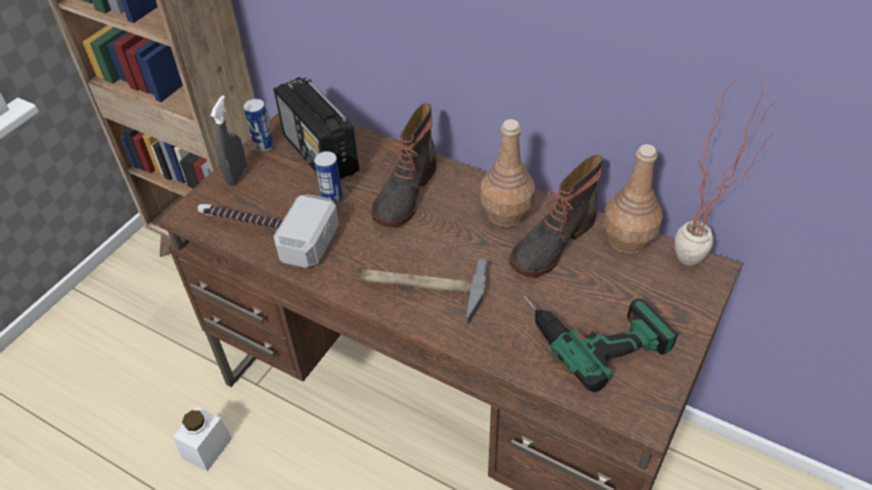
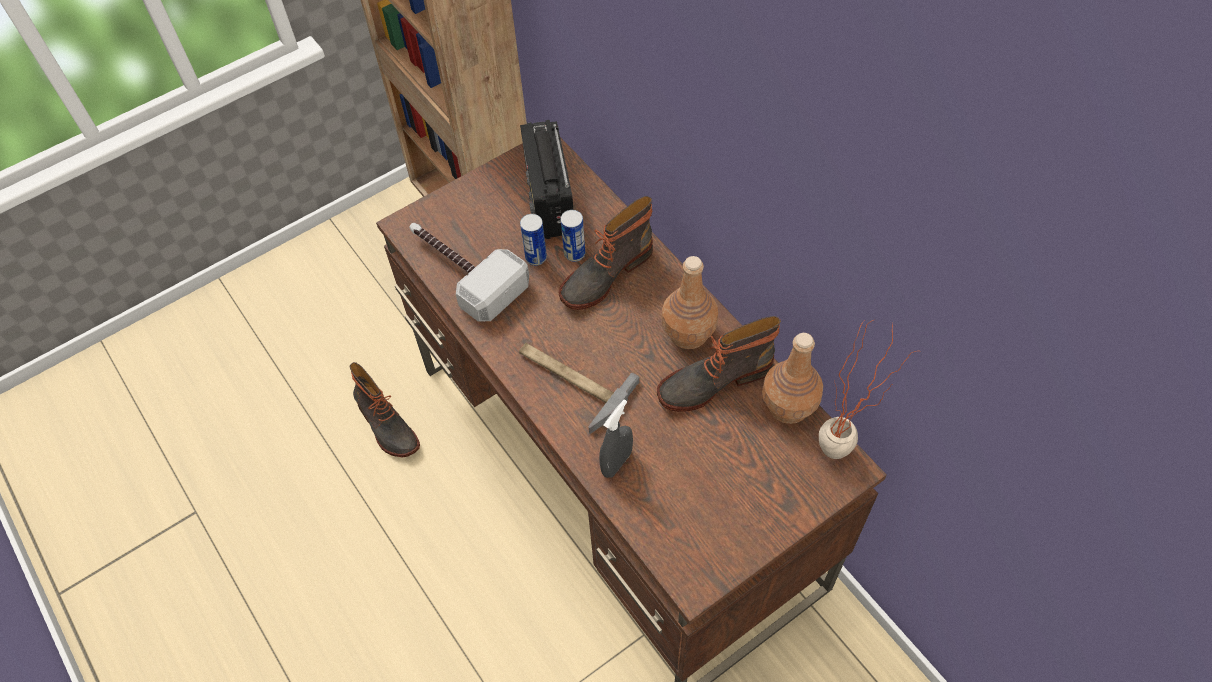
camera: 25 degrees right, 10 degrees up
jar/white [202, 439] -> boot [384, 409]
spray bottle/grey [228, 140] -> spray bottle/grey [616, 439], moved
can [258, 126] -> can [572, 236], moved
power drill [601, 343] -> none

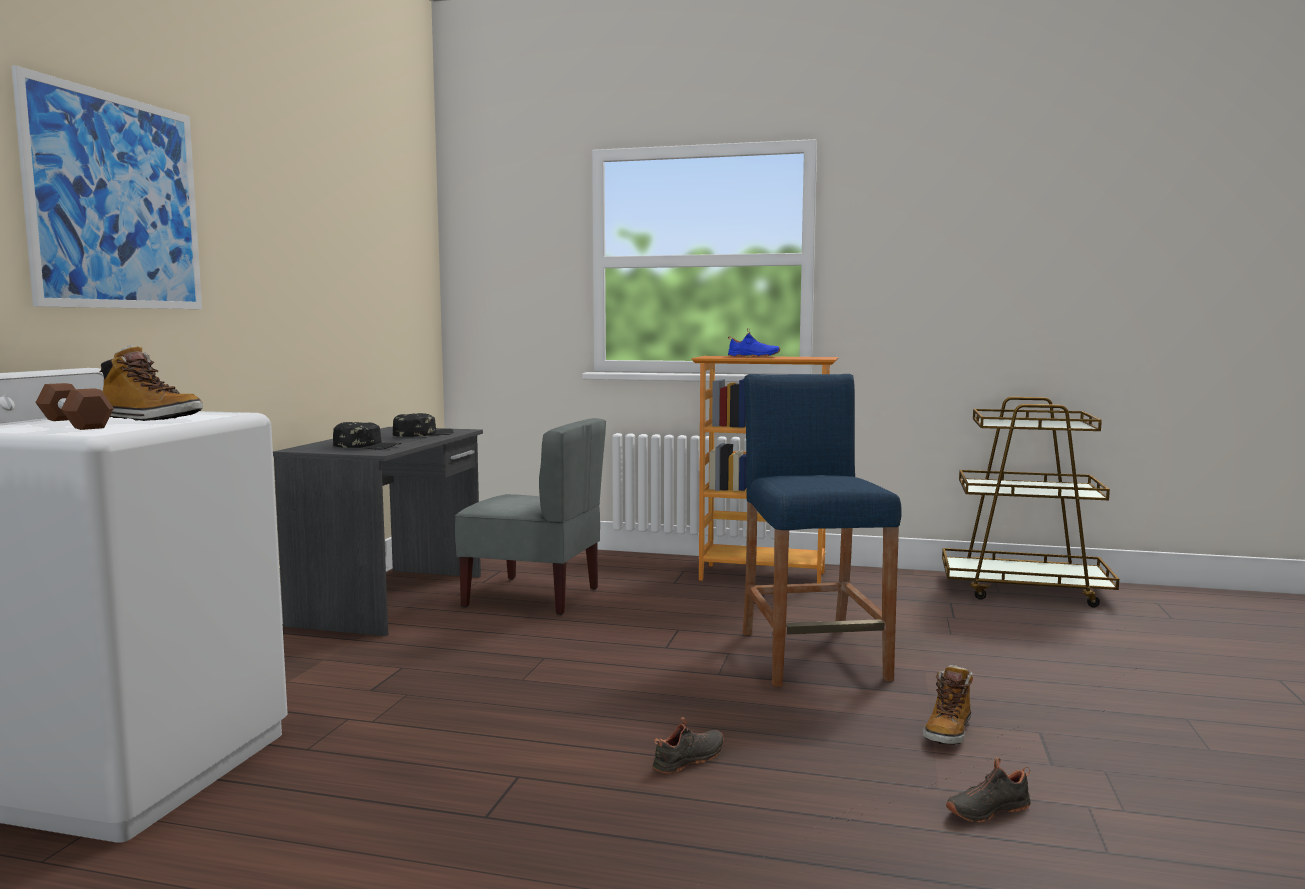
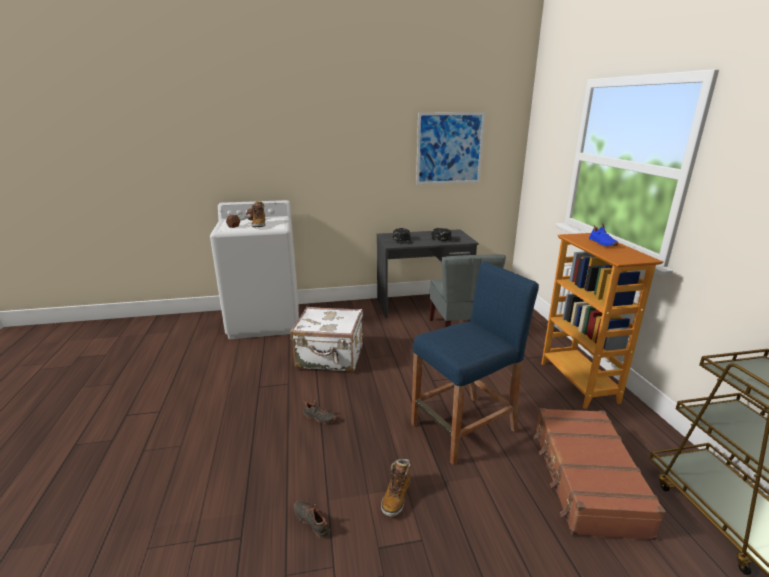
camera: 65 degrees right, 15 degrees up
picture [107, 187] -> picture [450, 148], moved
boot [948, 705] -> boot [396, 487], 75 degrees counterclockwise
none -> suitcase/white [326, 339]
none -> suitcase/brown [599, 474]

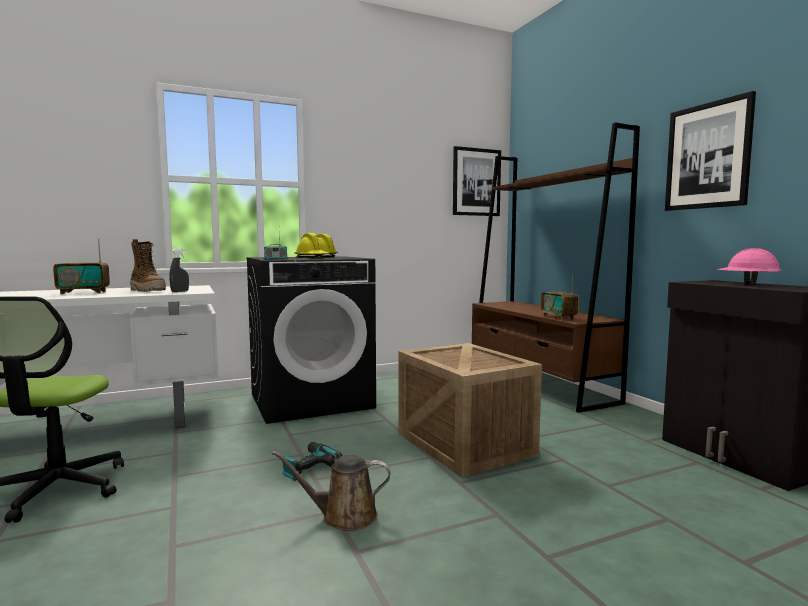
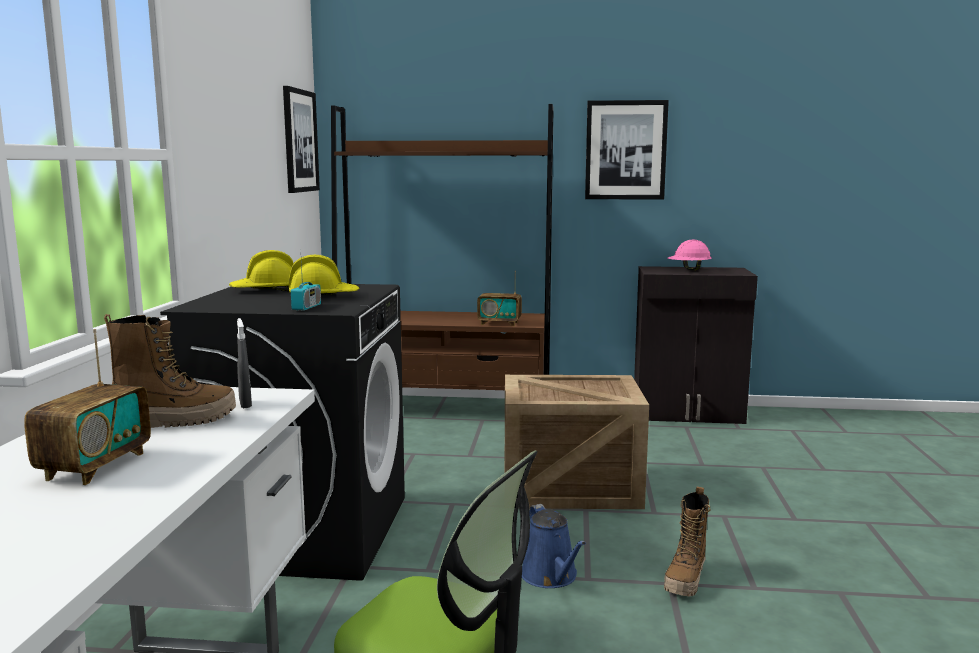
camera: 60 degrees left, 5 degrees up
watering can/brown [331, 491] -> boot [687, 542]
power drill [312, 461] -> watering can/blue [554, 546]

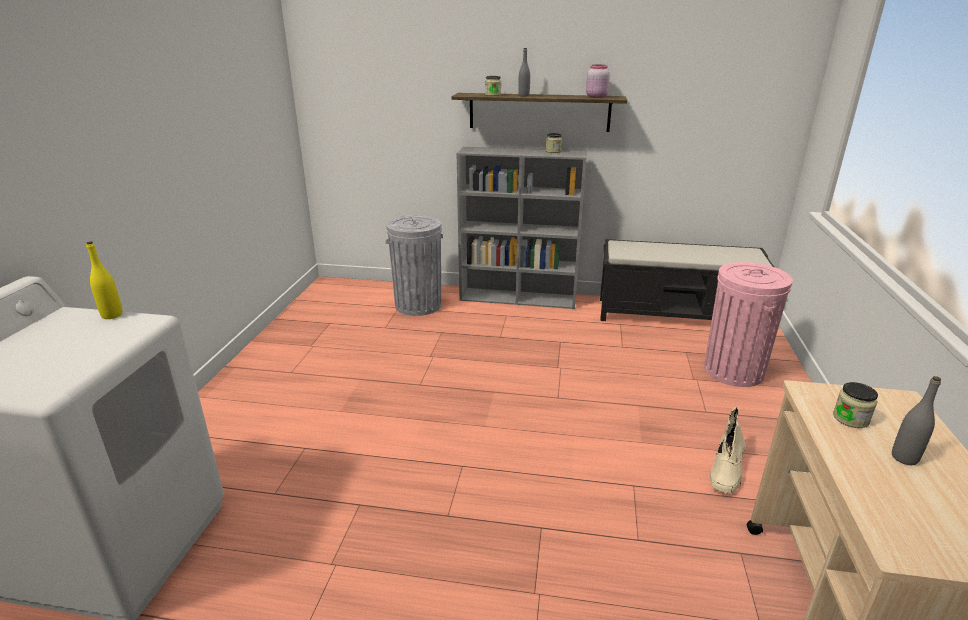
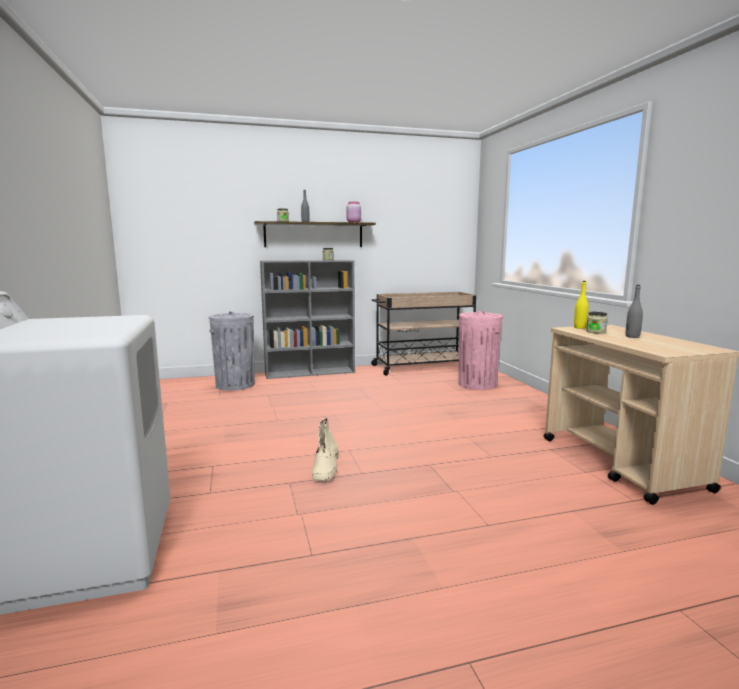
camera: 25 degrees left, 15 degrees down
bottle/yellow [104, 280] -> bottle/yellow [581, 305], moved
bench/black [687, 280] -> cart/beige [423, 334]
boot/beige [727, 450] -> boot/beige [325, 449], moved

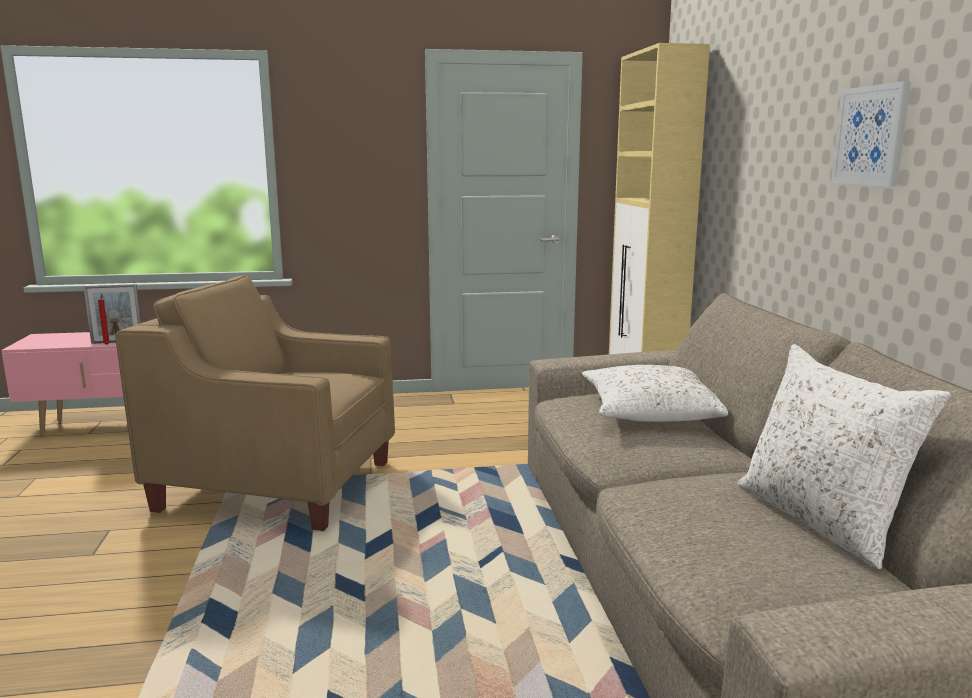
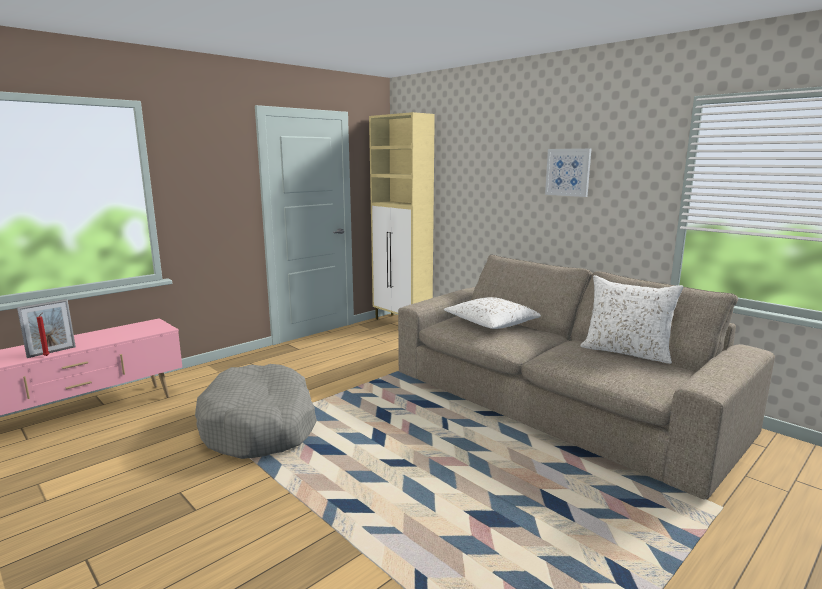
camera: 35 degrees left, 0 degrees up
armchair/beige [255, 403] -> dog bed/grey [256, 411]

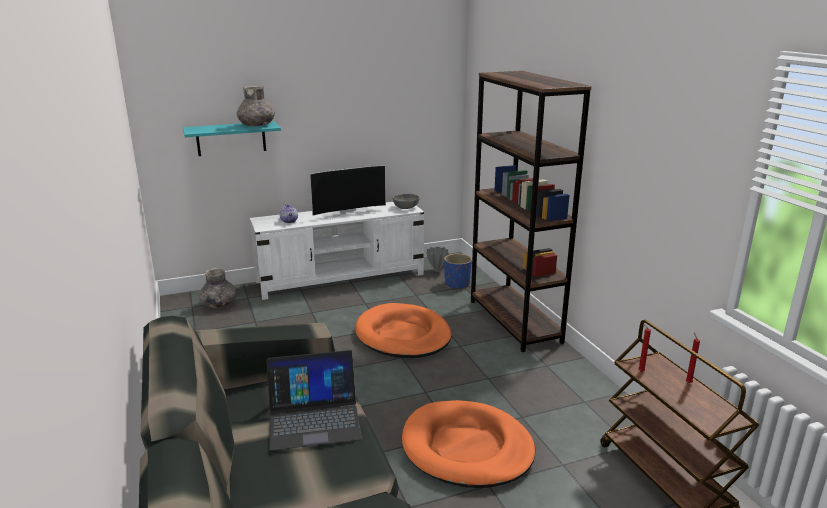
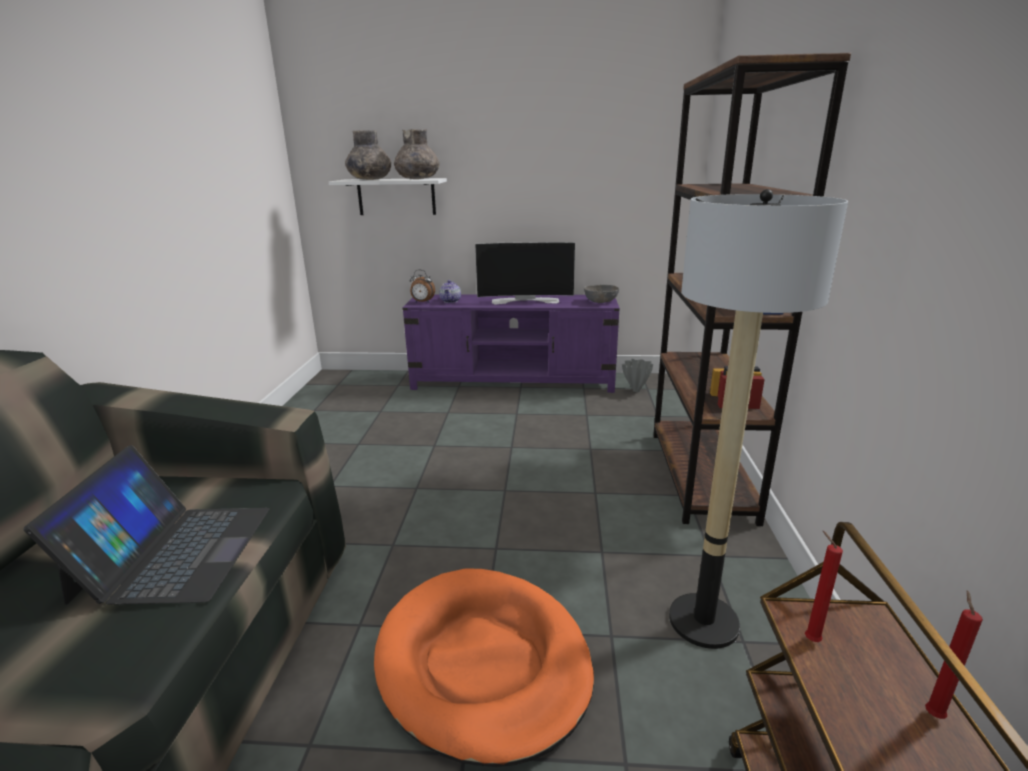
camera: 25 degrees right, 0 degrees up
shelf/turquoise [232, 138] -> shelf/white [388, 196]
vase/grey [218, 288] -> vase/grey [368, 155], moved
tv stand/white [336, 251] -> tv stand/purple [511, 344]
laptop [314, 400] -> laptop [147, 525], 105 degrees counterclockwise
dog bed/orange [403, 330] -> none
planter/blue [458, 271] -> none
none -> alarm clock [422, 286]
none -> floor lamp [758, 419]

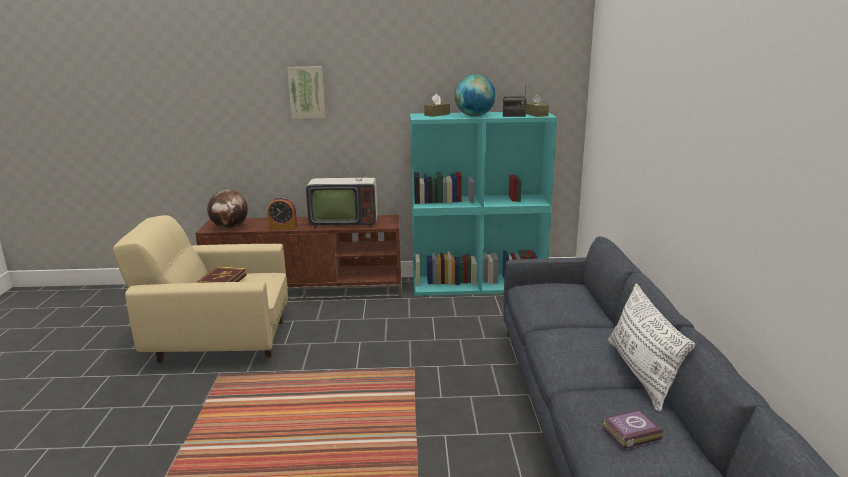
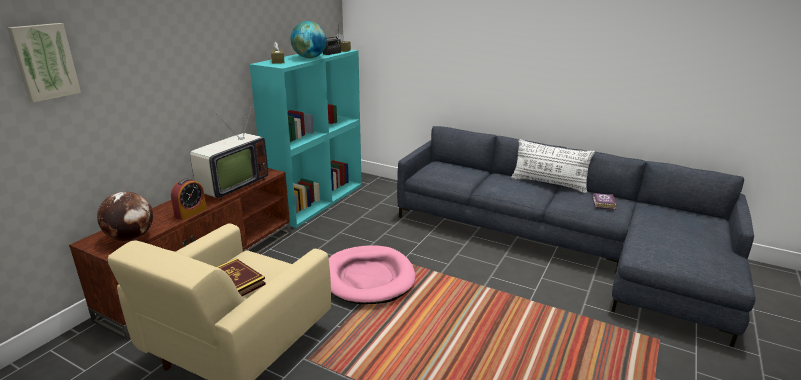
camera: 60 degrees left, 5 degrees up
picture [306, 92] -> picture [44, 63], moved
none -> dog bed/pink [372, 274]

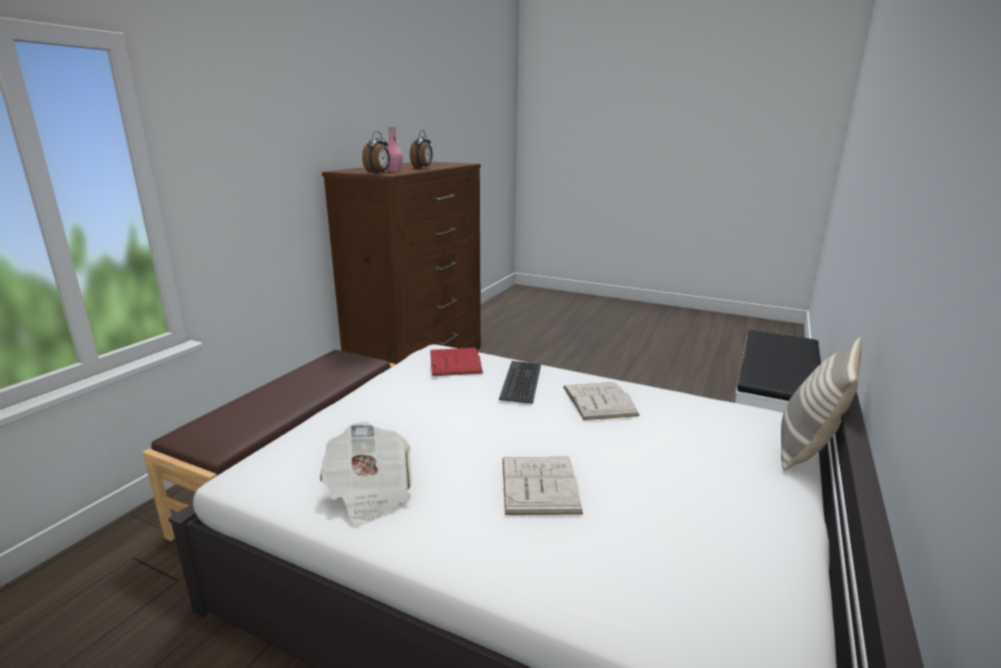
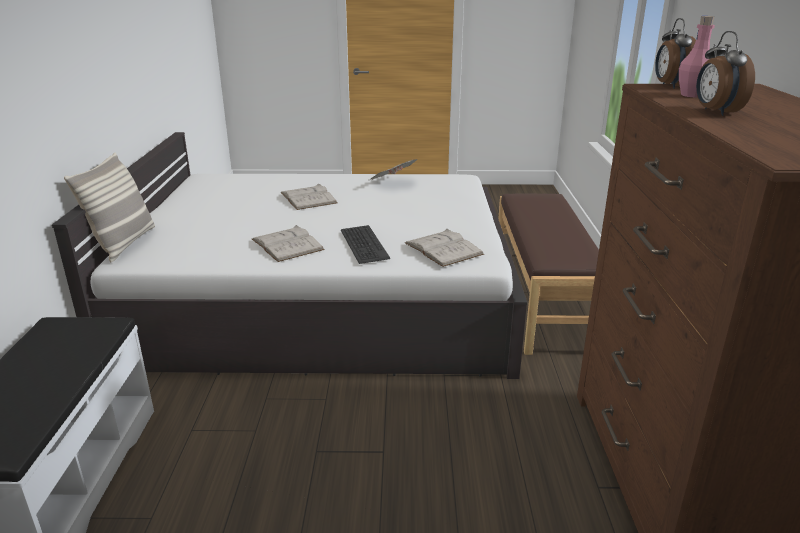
camera: 155 degrees right, 5 degrees up
book/red [456, 362] -> book/white [444, 248]

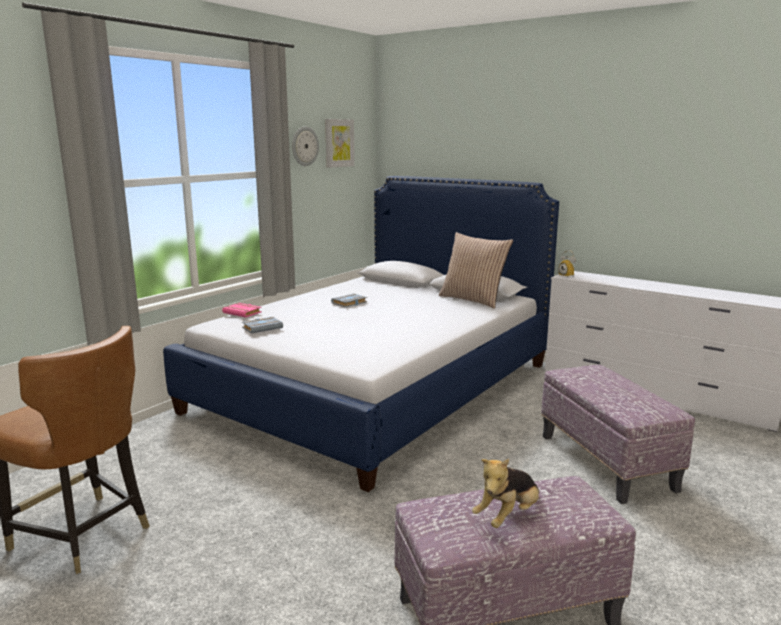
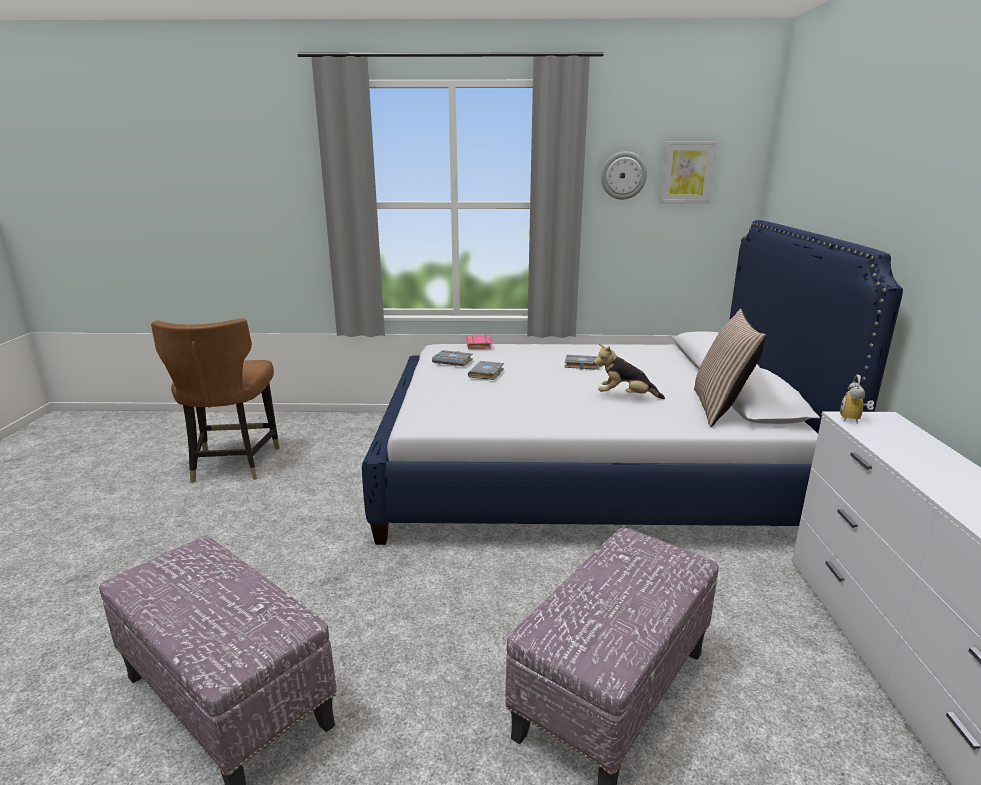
camera: 55 degrees right, 5 degrees up
plush toy [505, 493] -> plush toy [629, 371], moved
none -> book/grey [486, 370]

